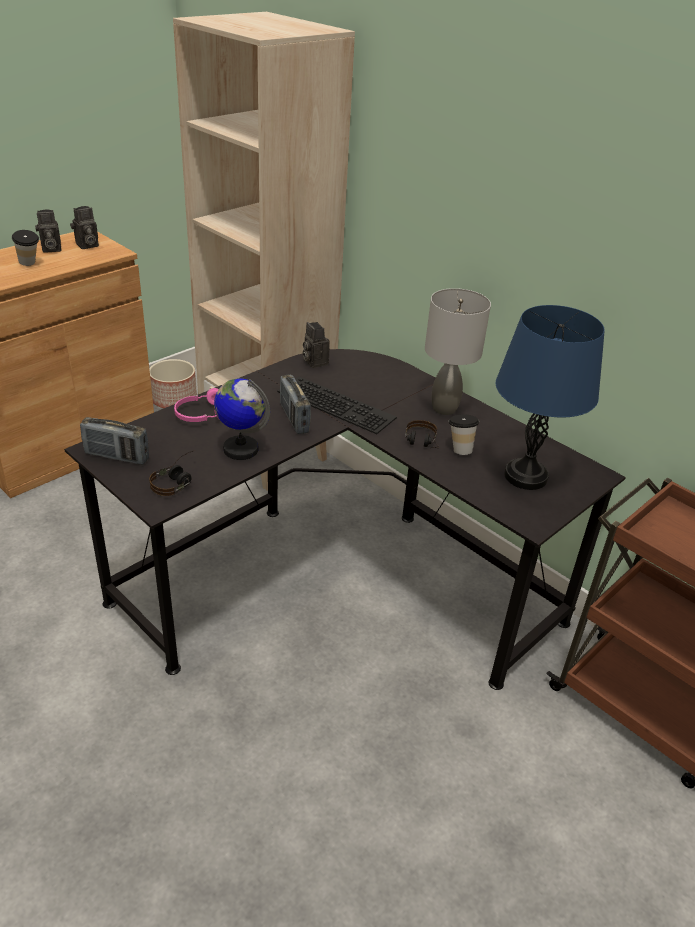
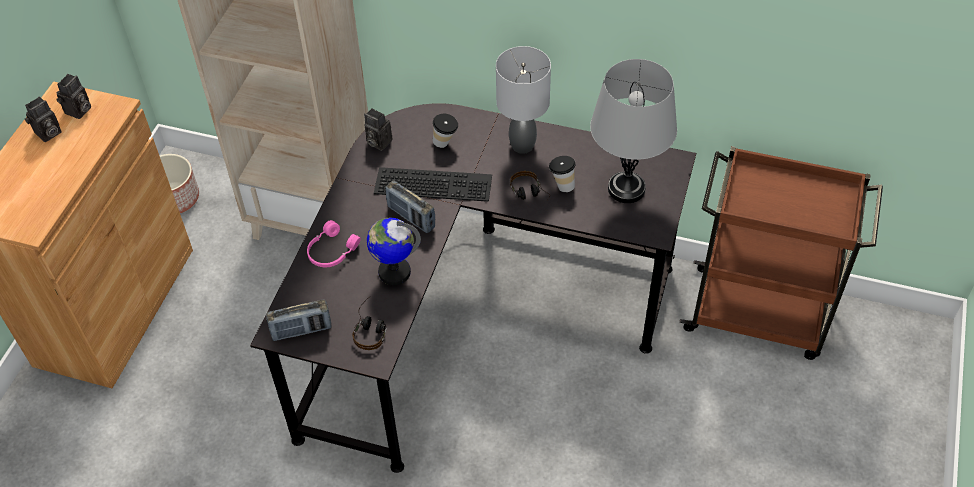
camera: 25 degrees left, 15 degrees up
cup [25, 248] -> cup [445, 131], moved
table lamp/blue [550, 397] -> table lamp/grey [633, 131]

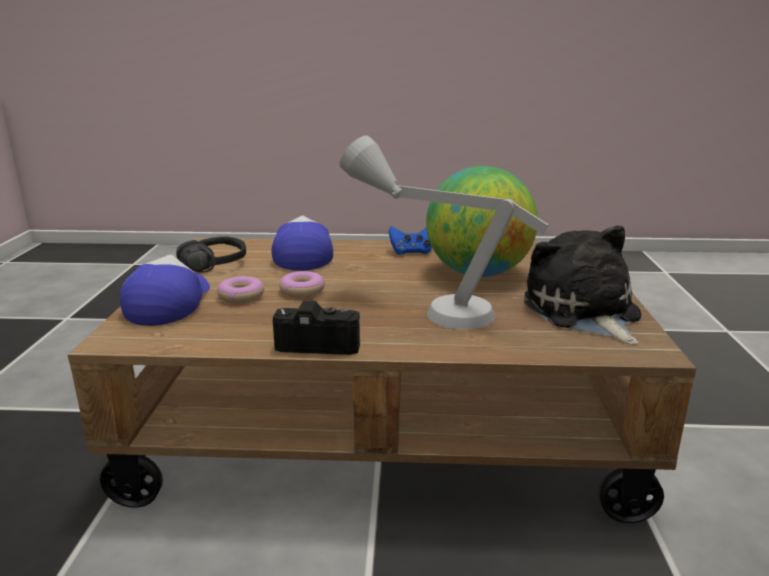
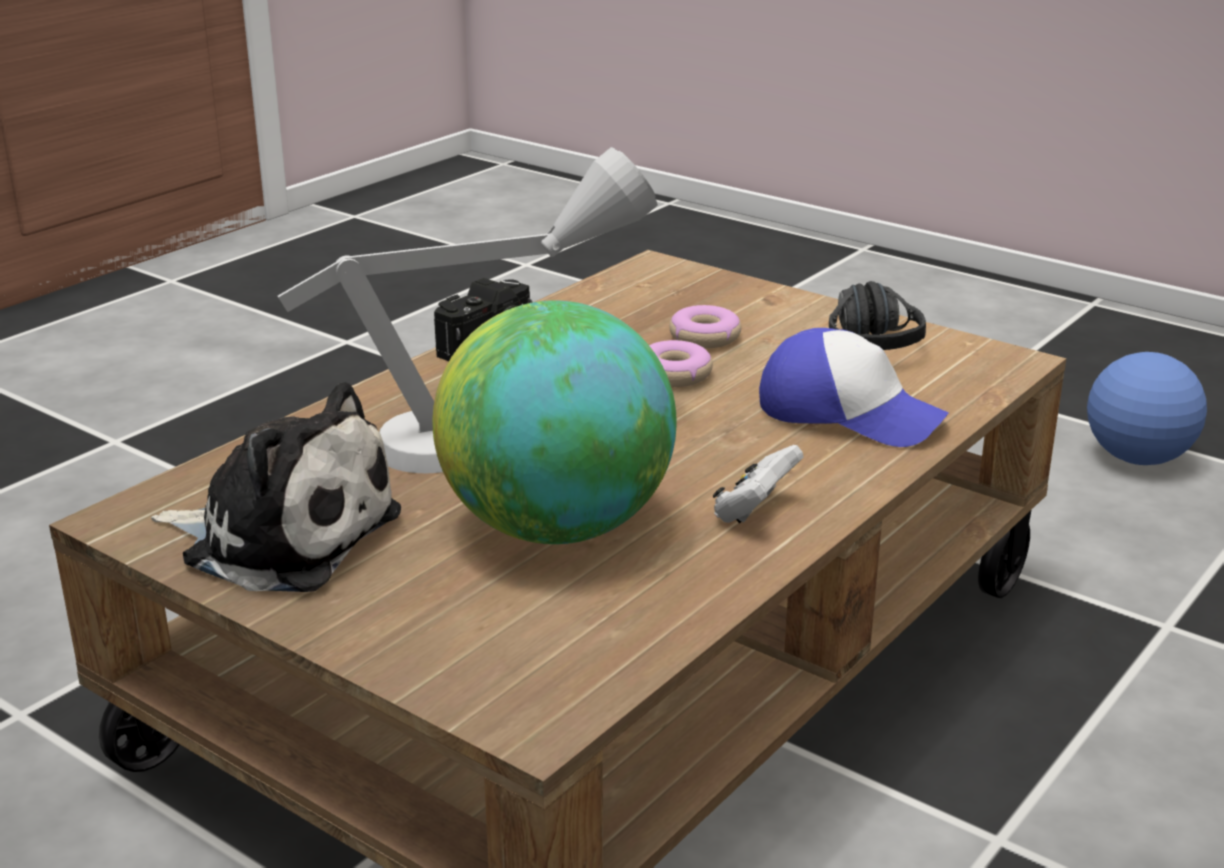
camera: 125 degrees right, 5 degrees up
cap [165, 290] -> none
game controller/blue [410, 240] -> game controller/white [758, 484]
none -> football [1147, 408]

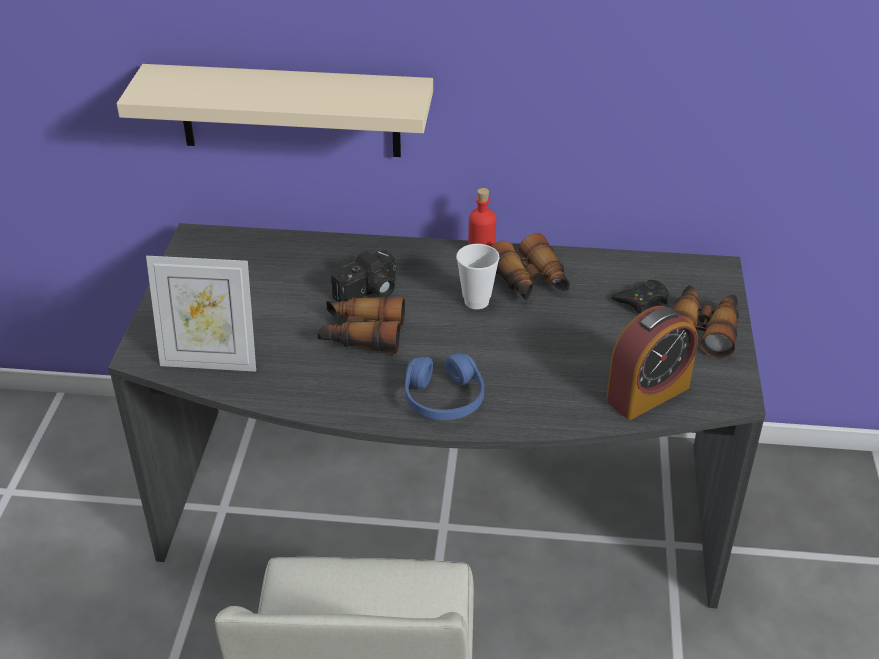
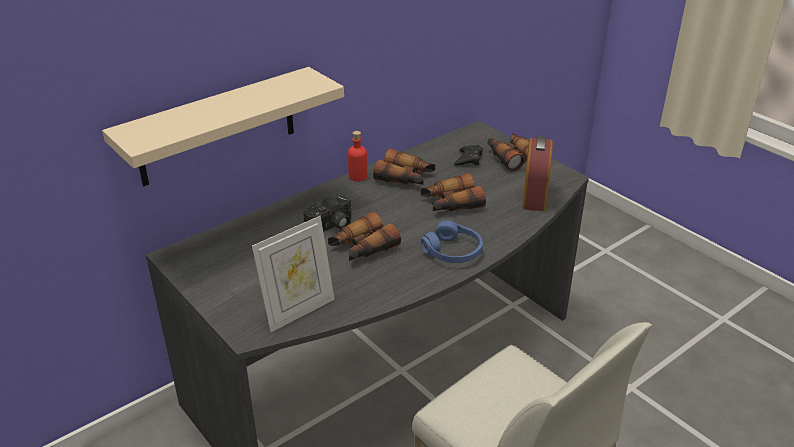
camera: 45 degrees left, 5 degrees down
photo camera [363, 276] -> photo camera [328, 214], 45 degrees clockwise
cup [478, 276] -> none
none -> binoculars [453, 192]

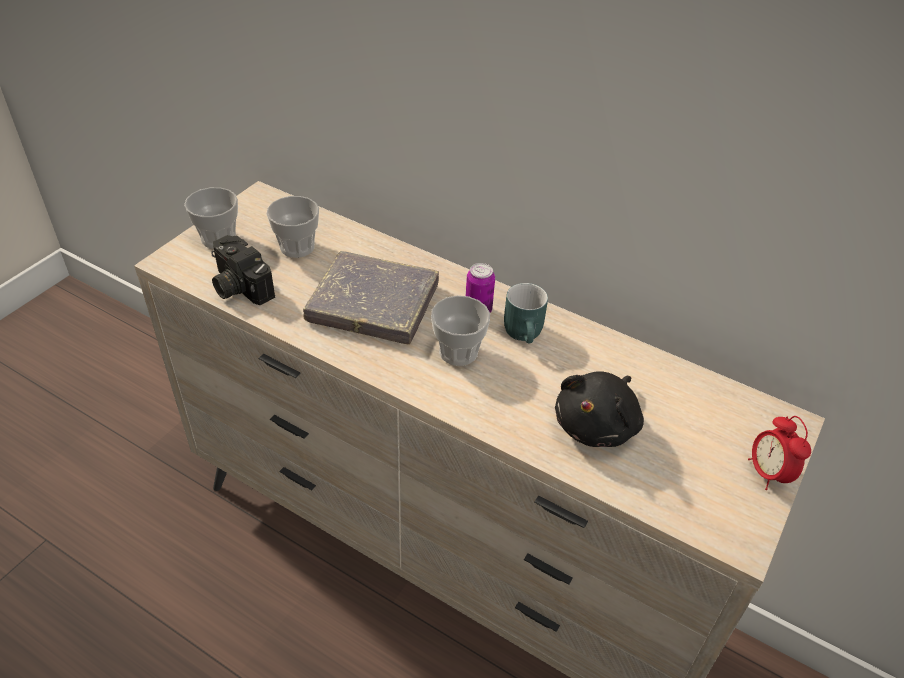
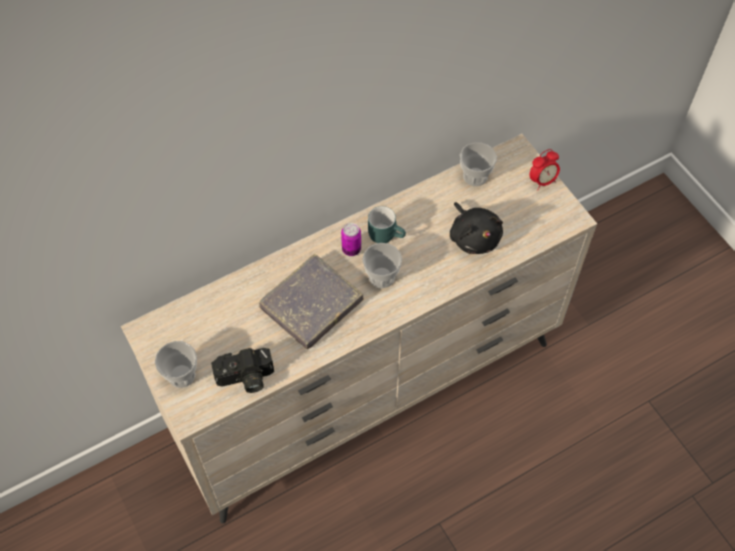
camera: 60 degrees left, 15 degrees up
cup [292, 227] -> cup [478, 164], moved
alarm clock [779, 453] -> alarm clock [545, 169], 45 degrees counterclockwise

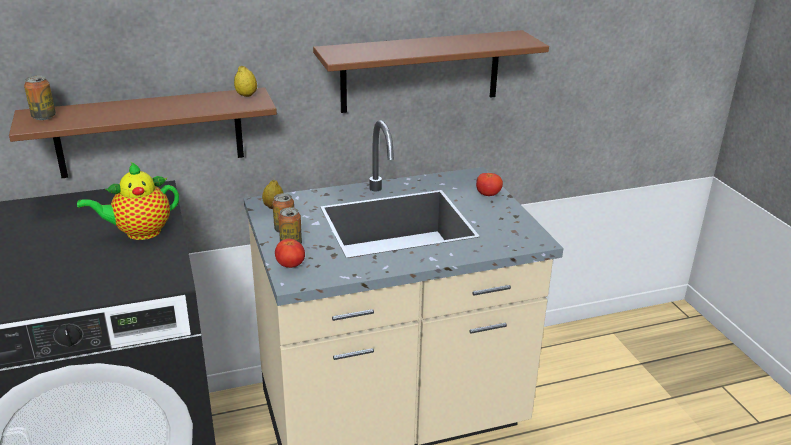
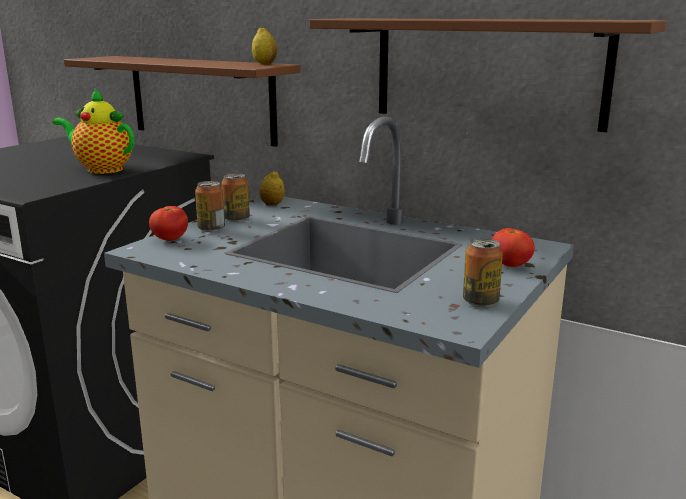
camera: 50 degrees right, 10 degrees down
can [40, 98] -> can [483, 272], moved

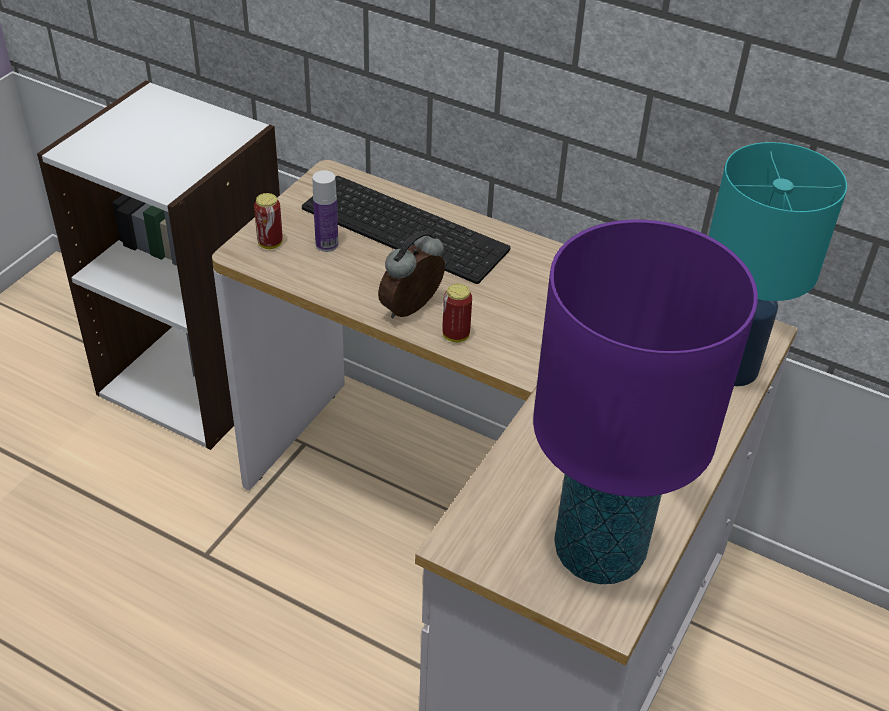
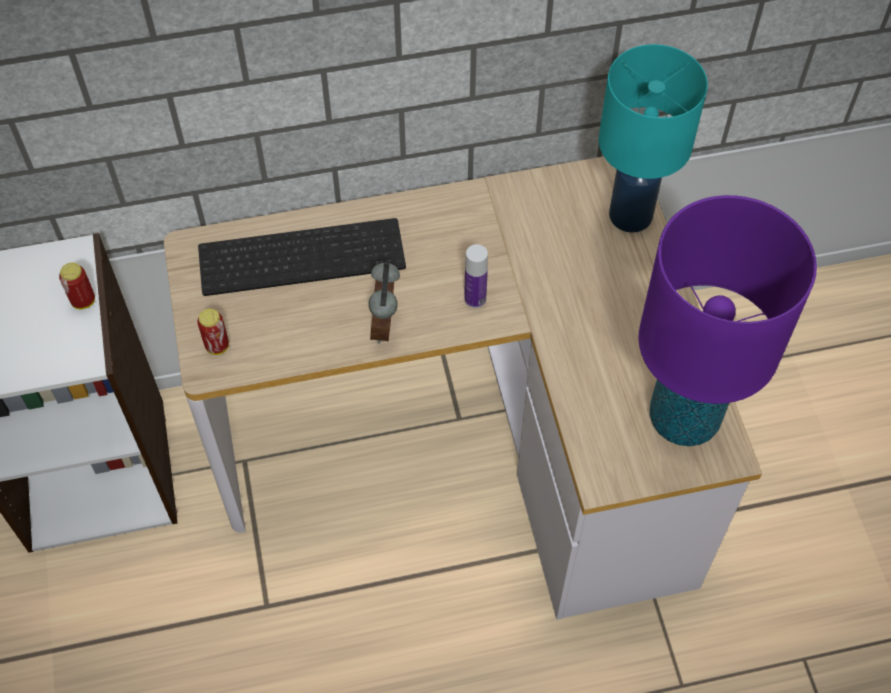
camera: 40 degrees left, 15 degrees up
bottle [325, 211] -> bottle [476, 276], moved
can [457, 313] -> can [77, 286], moved

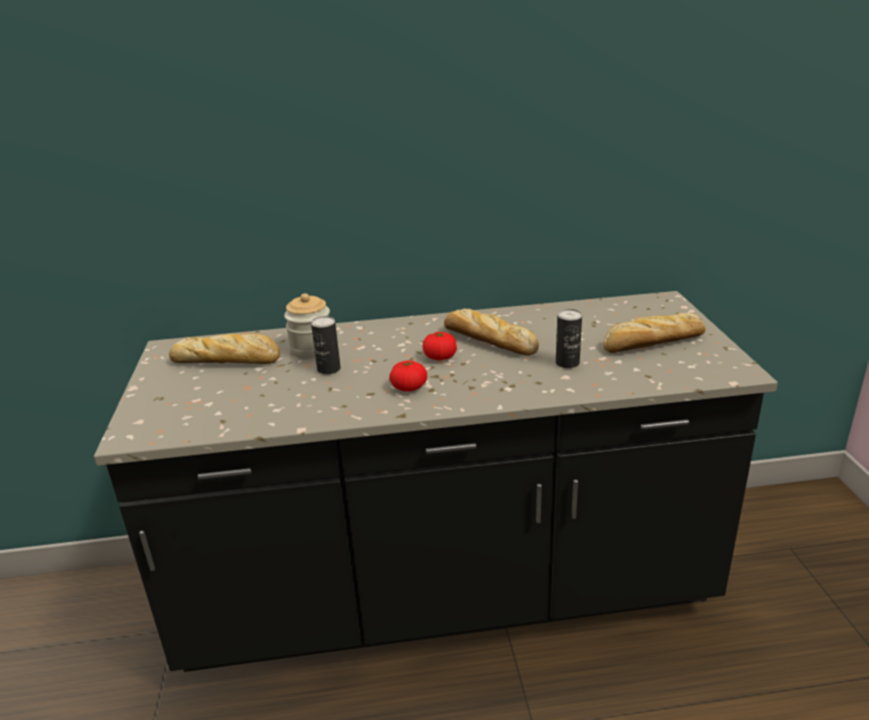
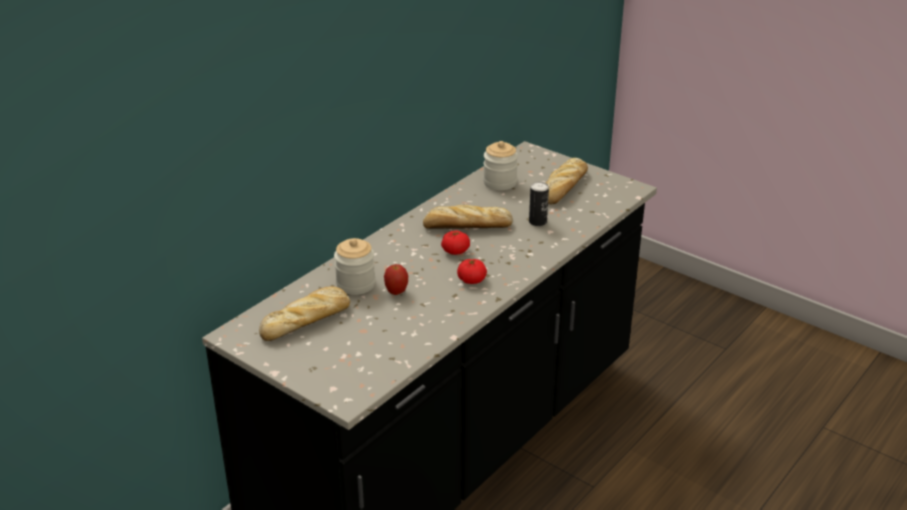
camera: 45 degrees left, 5 degrees up
can [326, 345] -> apple [396, 279]
none -> jar [500, 165]

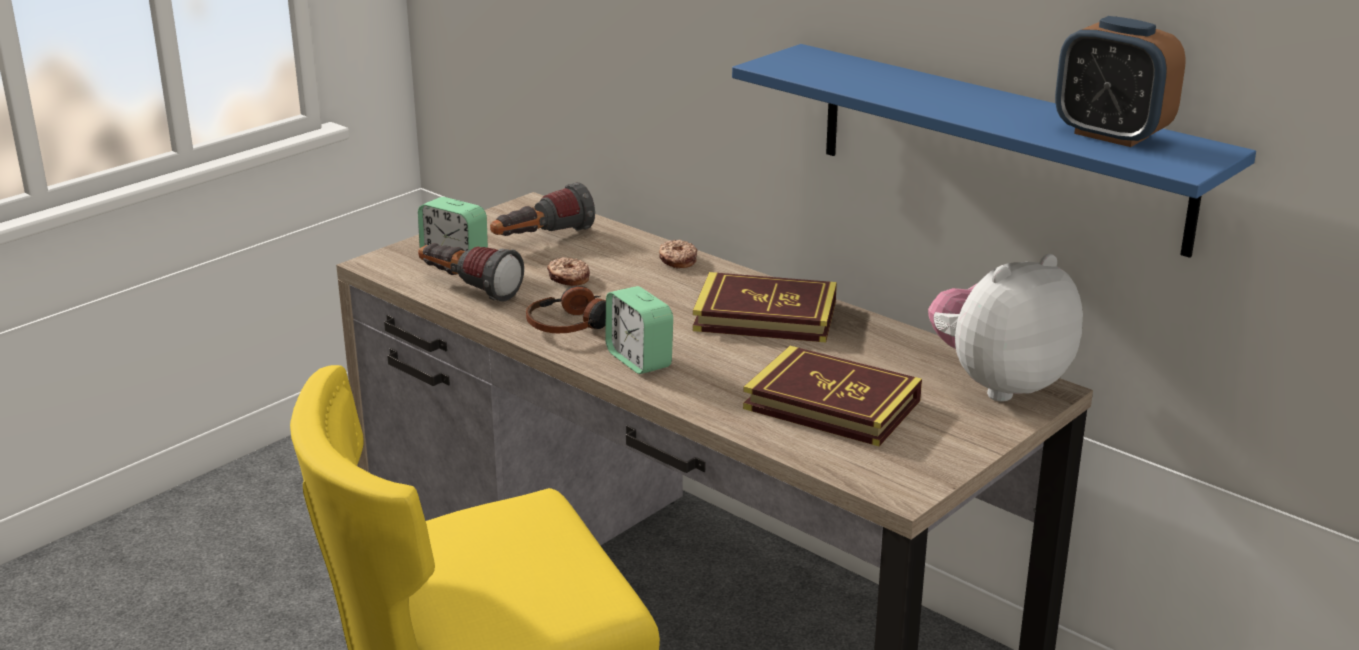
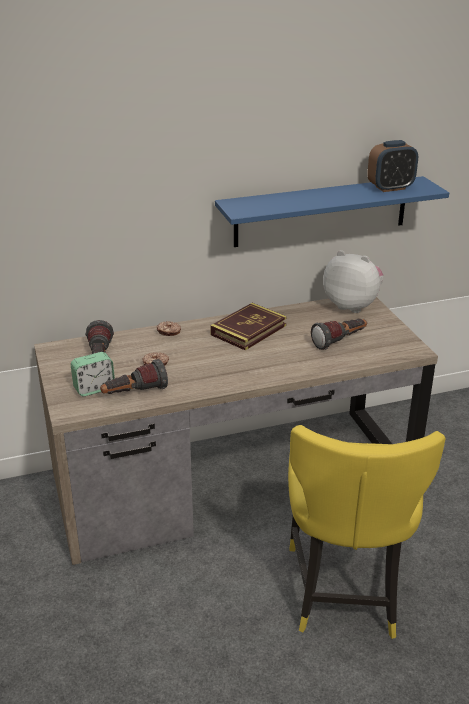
camera: 60 degrees left, 5 degrees up
headphones [566, 309] -> none
alarm clock [639, 330] -> none
book [832, 396] -> flashlight [339, 334]
plush toy [1005, 327] -> plush toy [353, 281], 120 degrees clockwise

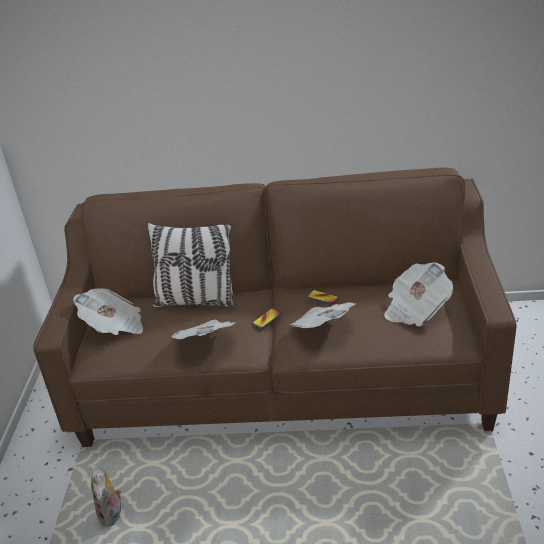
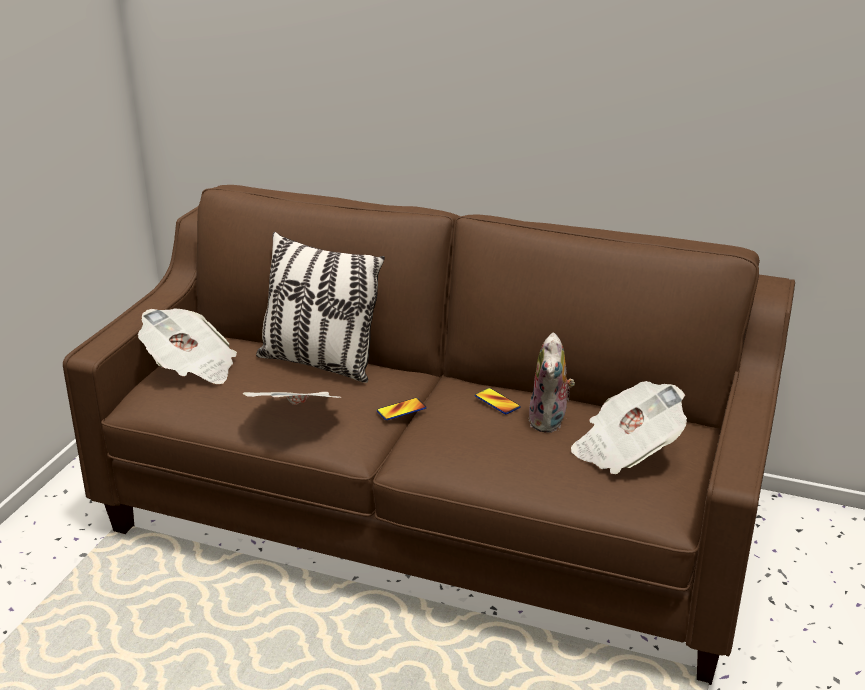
camera: 15 degrees right, 5 degrees down
plush toy [106, 496] -> plush toy [551, 383], moved
newspaper [323, 315] -> none

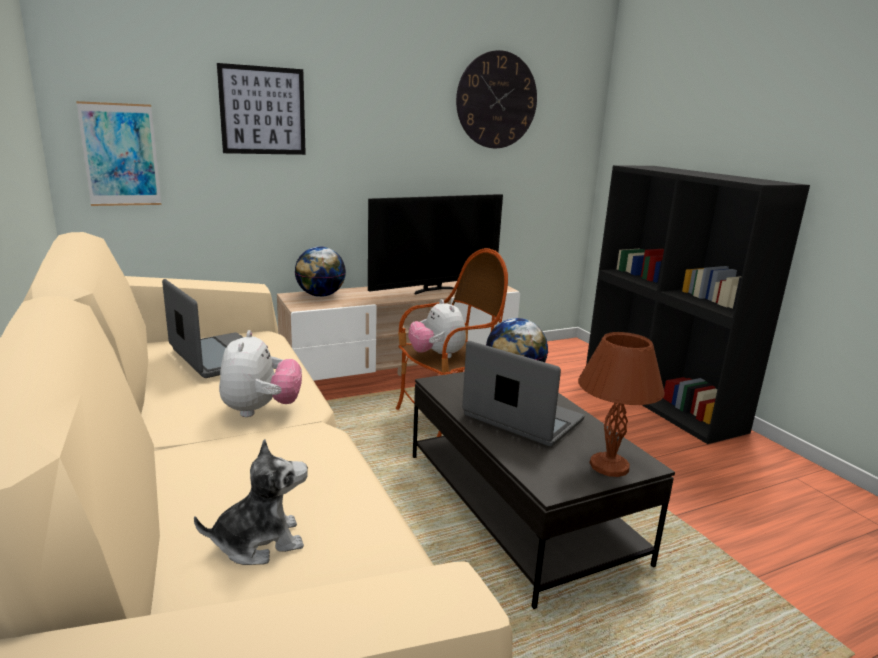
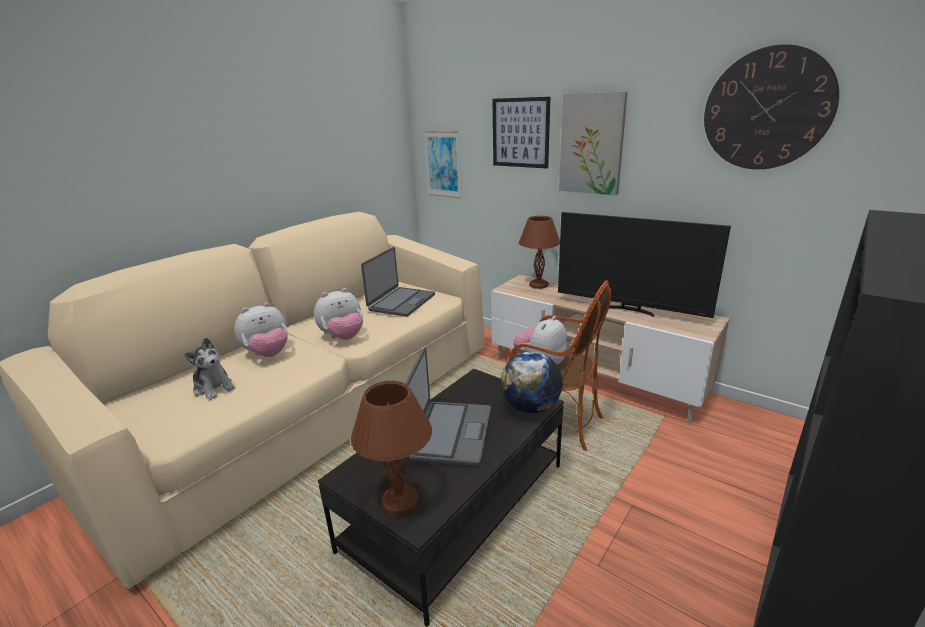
camera: 65 degrees right, 5 degrees up
globe [320, 271] -> table lamp/brown [539, 252]
none -> plush toy [261, 329]
none -> picture [593, 143]

